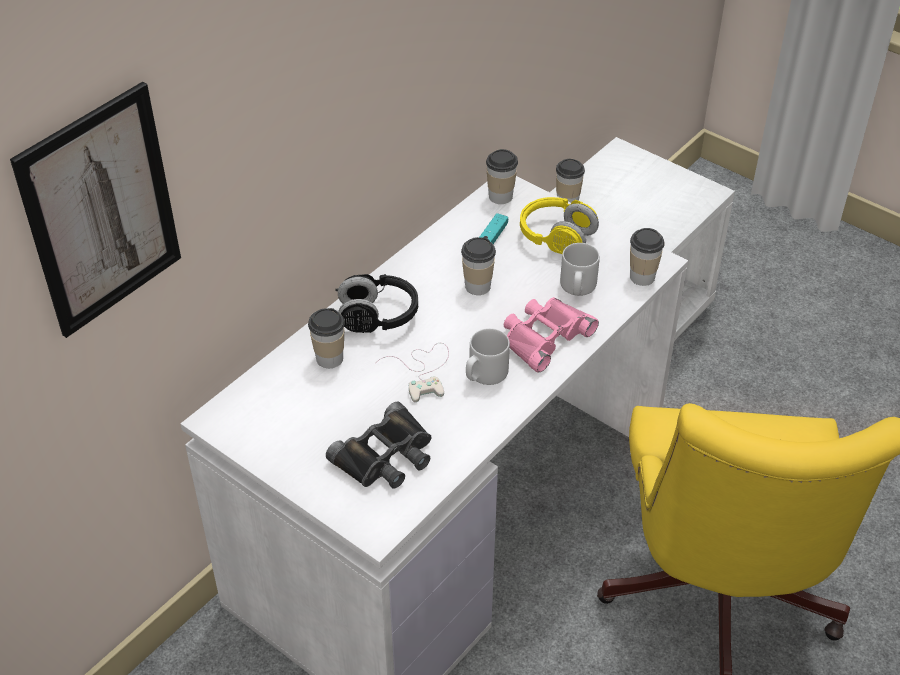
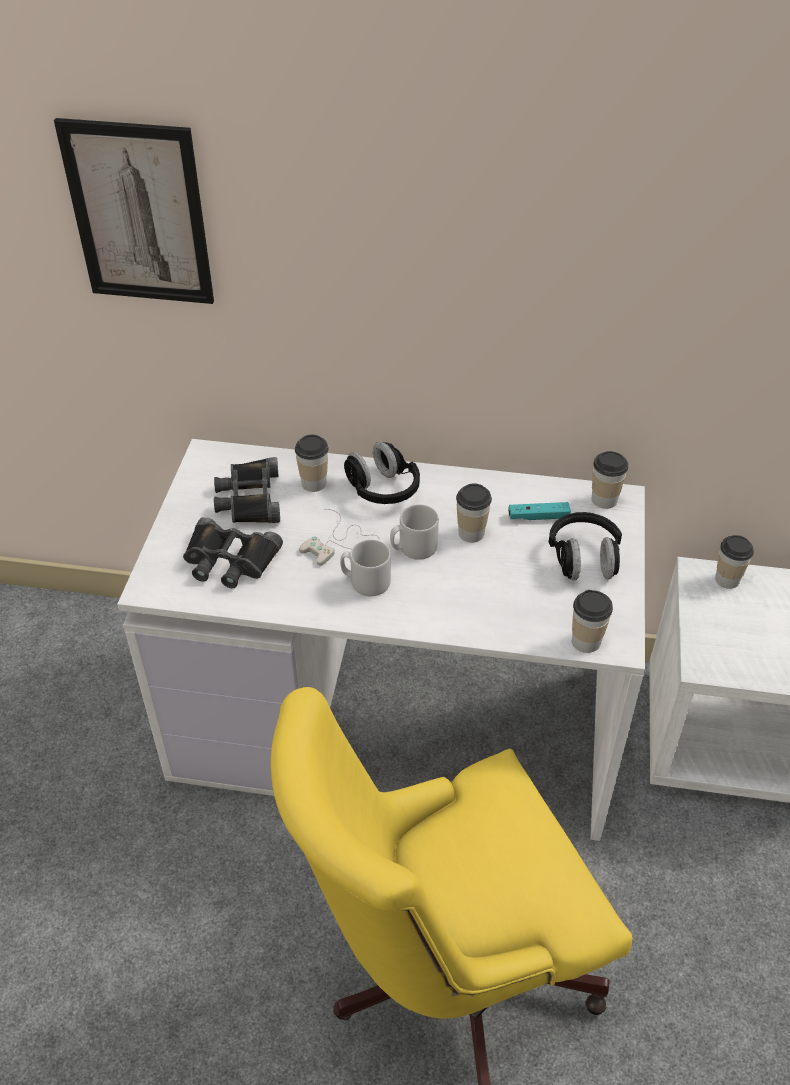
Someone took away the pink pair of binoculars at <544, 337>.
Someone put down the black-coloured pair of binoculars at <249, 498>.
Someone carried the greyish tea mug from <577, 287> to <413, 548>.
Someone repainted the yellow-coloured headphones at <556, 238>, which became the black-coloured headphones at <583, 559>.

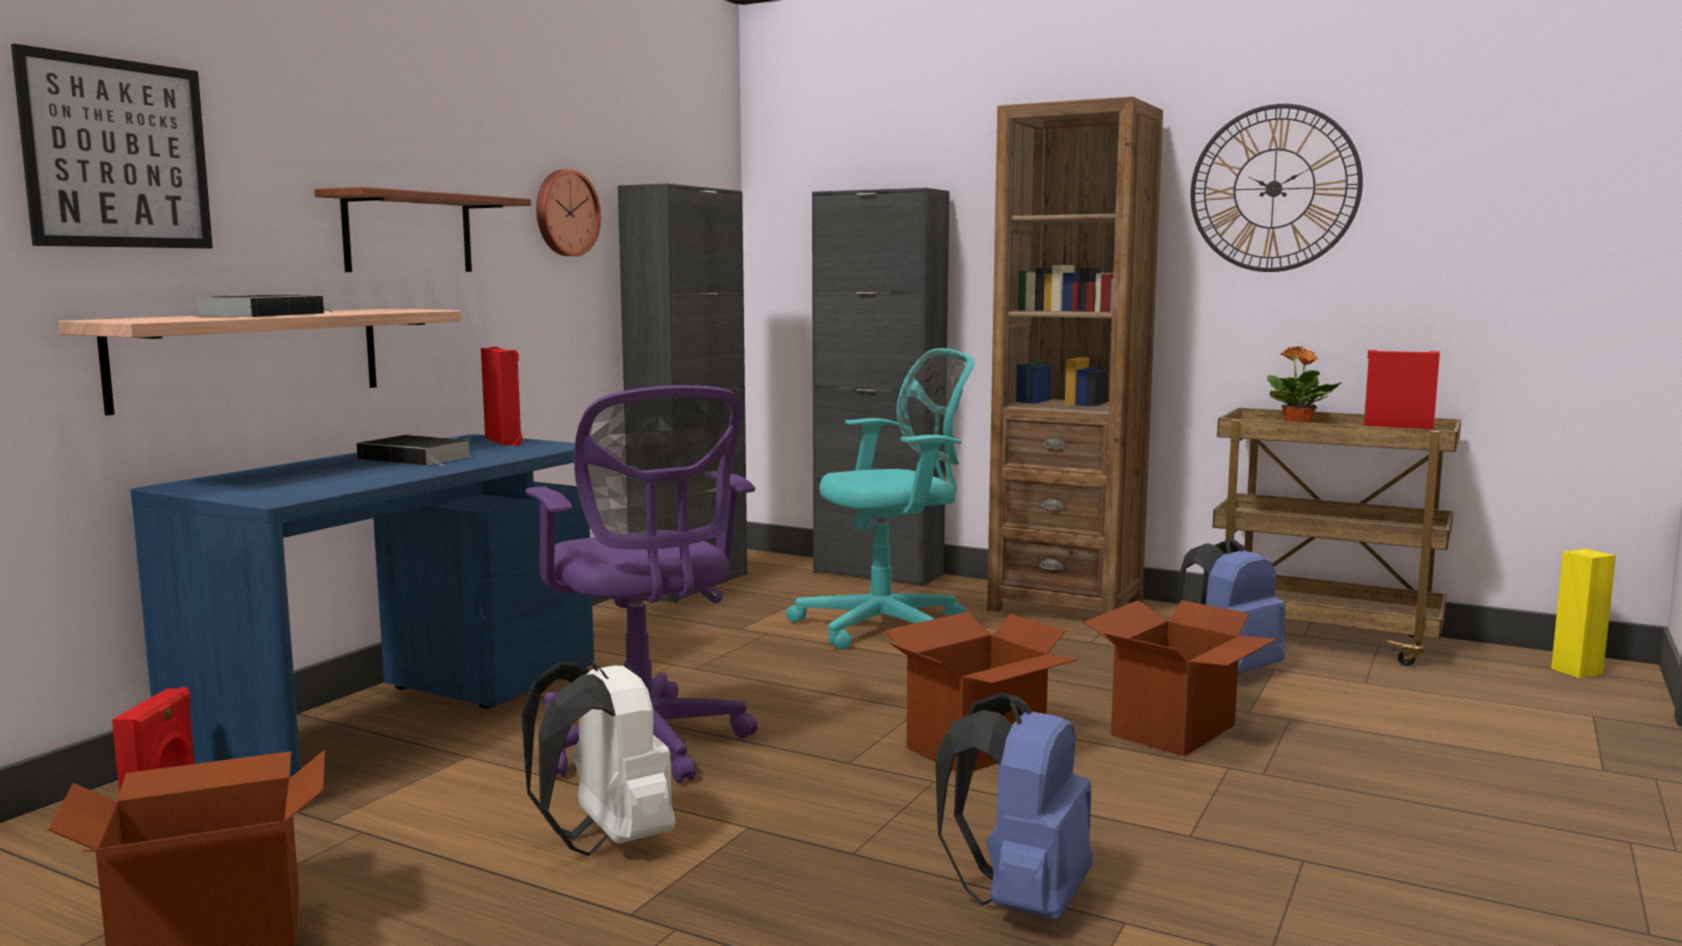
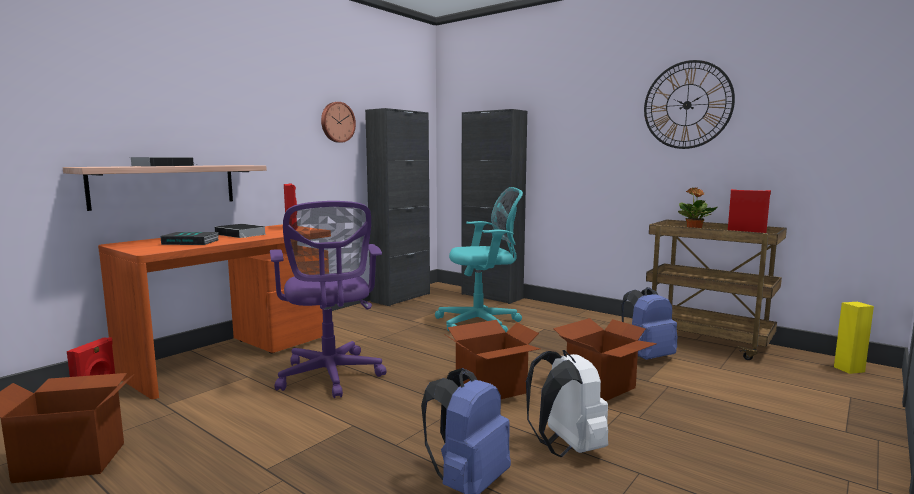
Someone took away the wall art at <117, 154>.
Someone took away the wall shelf at <408, 233>.
Someone took away the brownish bookcase at <1066, 605>.
Someone put down the volume at <191, 242>.
Someone carried the white-coloured knapsack from <607, 840> to <566, 448>.
Someone repainted the blue-coloured desk unit at <403, 716>, which became the orangey desk unit at <233, 354>.

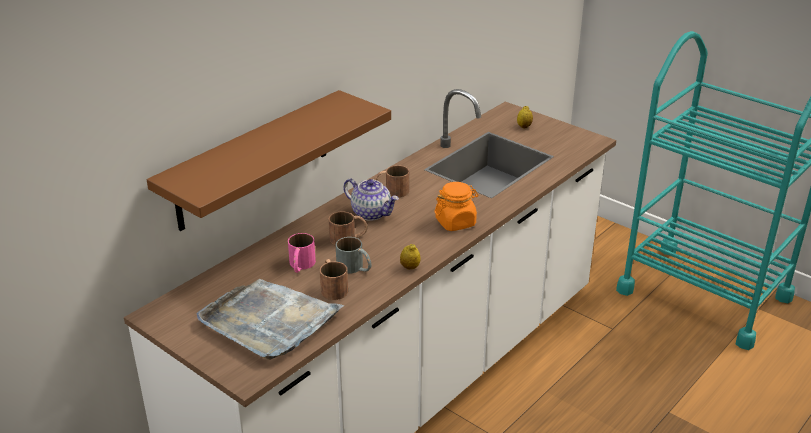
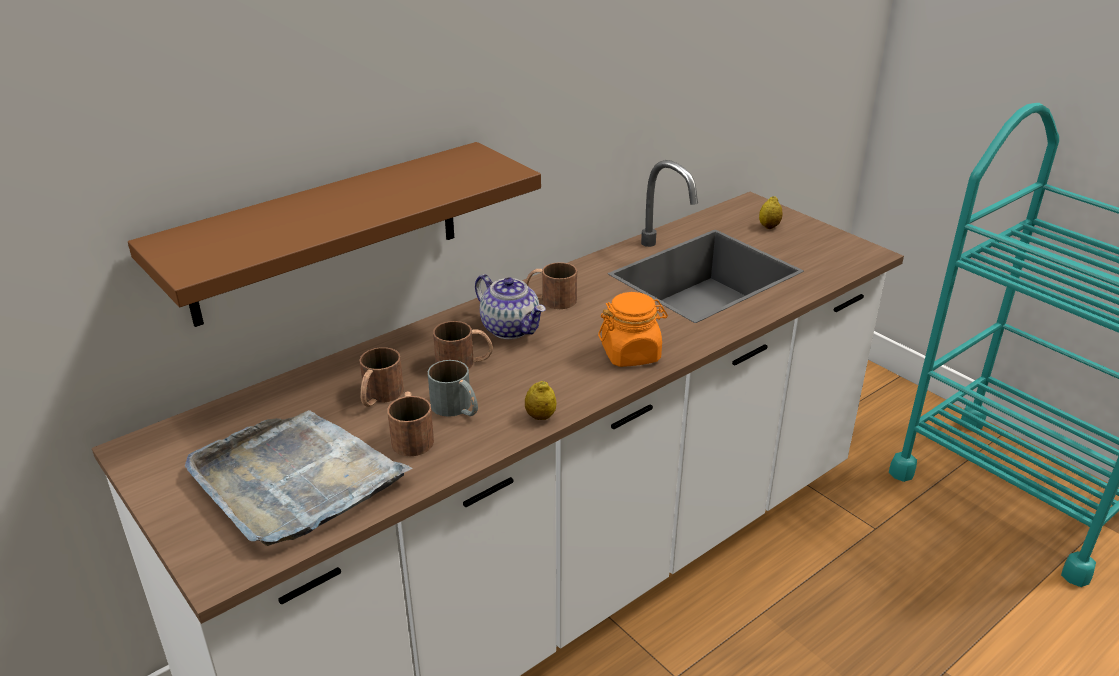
Someone repainted the pink tea mug at <300, 265>, which became the brownish tea mug at <378, 396>.

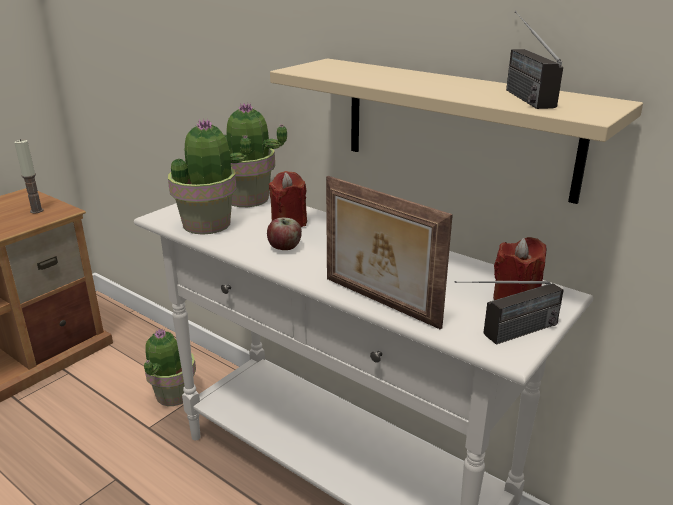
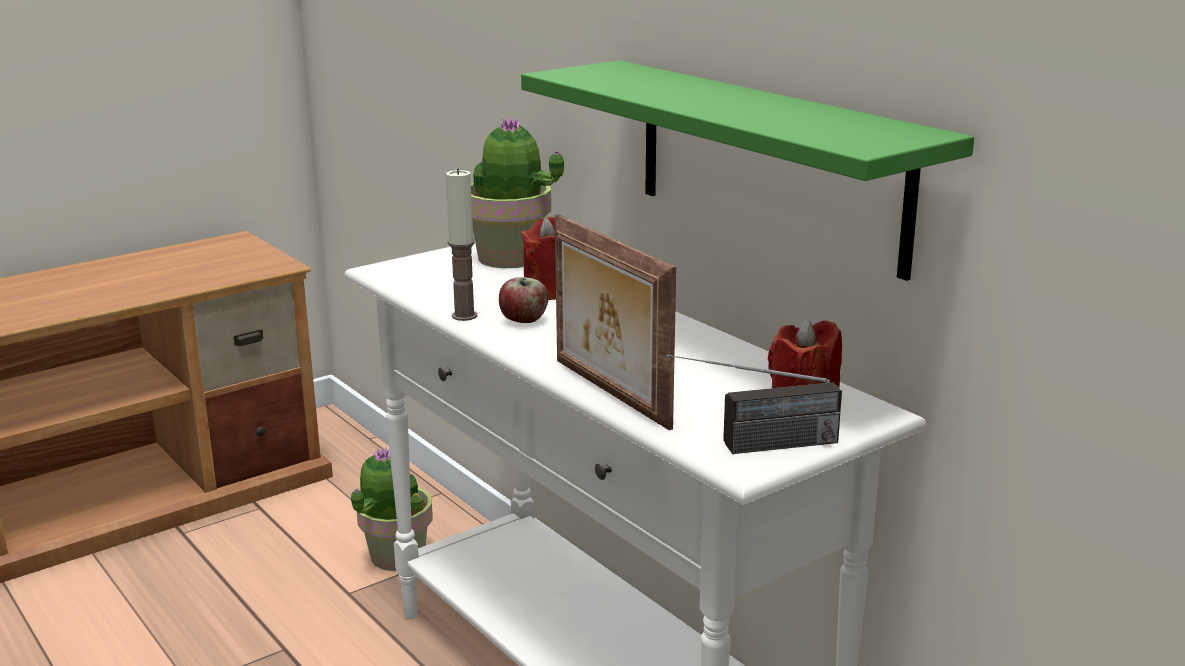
Someone took away the potted plant at <208, 224>.
Someone took away the radio set at <519, 94>.
Someone carried the candle from <36, 211> to <464, 316>.
Someone repainted the sand-coloured wall shelf at <457, 126>, which became the green-coloured wall shelf at <768, 163>.

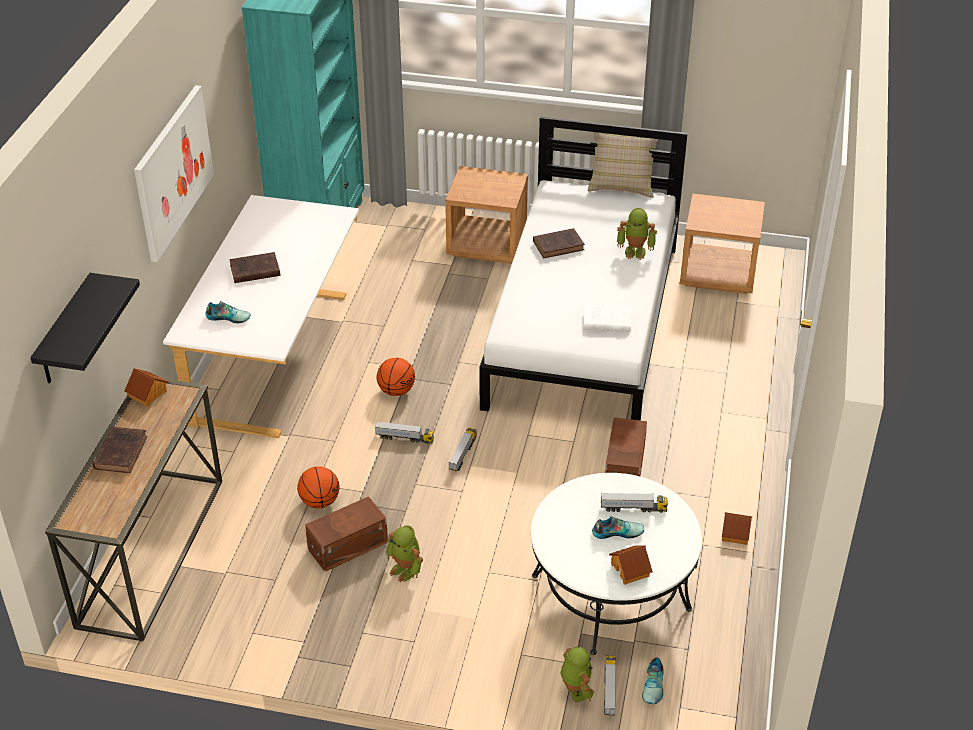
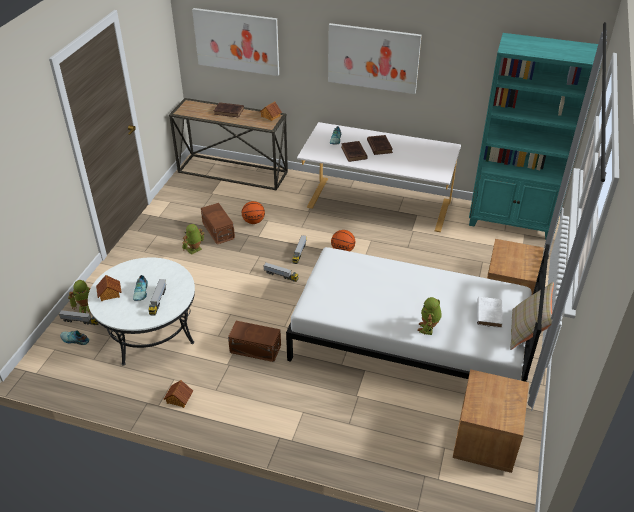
Someone carried the brownish volume from <559, 245> to <354, 153>.
Someone carried the white-coloured volume from <606, 321> to <489, 313>.
Someone swapped the black-coloured wall shelf at <65, 332> for the wall art at <237, 41>.

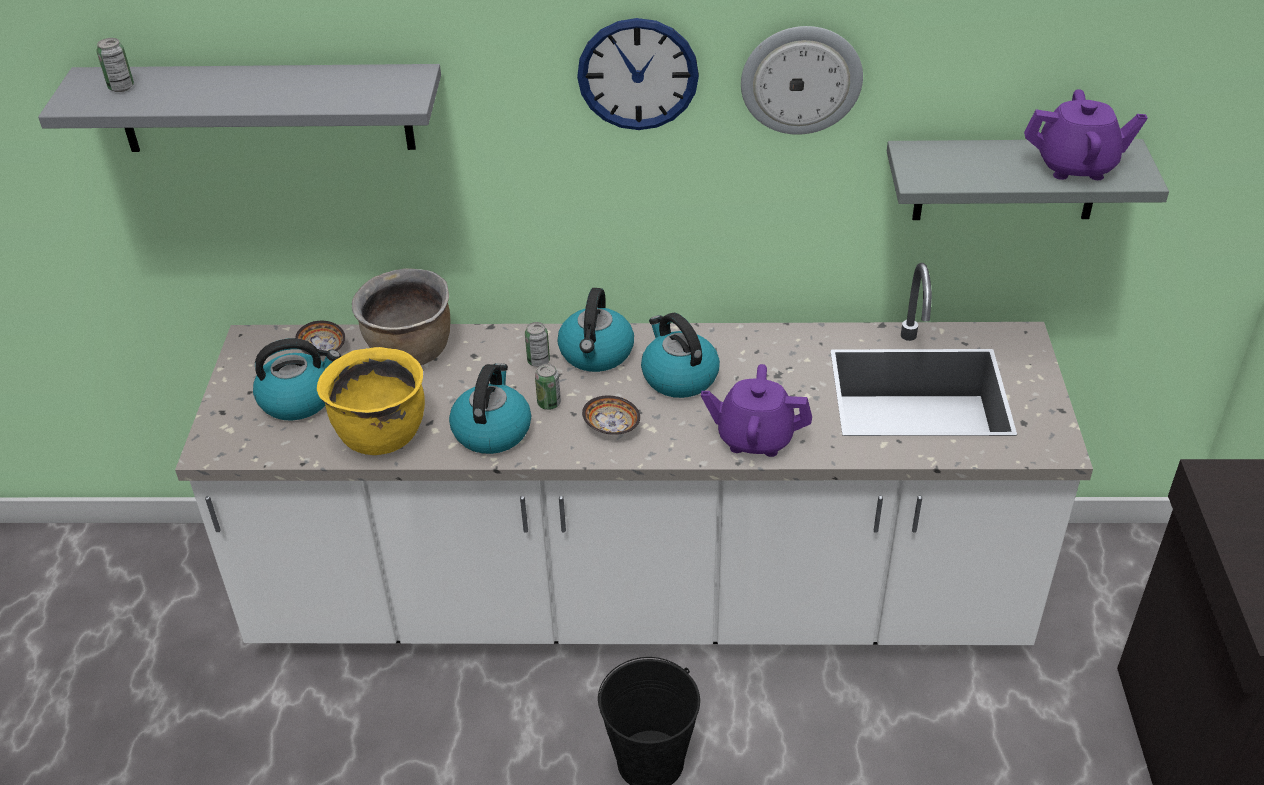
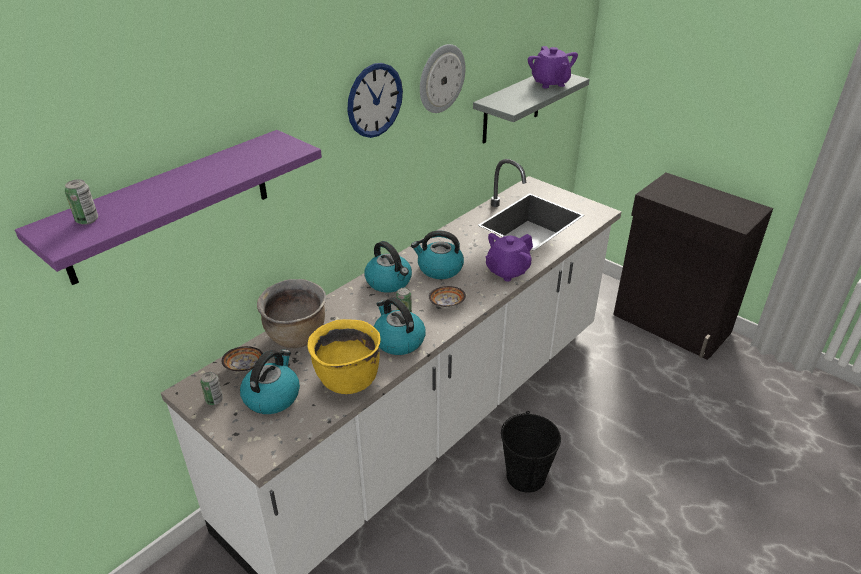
Someone carried the metal can from <538, 361> to <214, 400>.
Someone repainted the greyish wall shelf at <264, 108>, which became the purple-coloured wall shelf at <169, 205>.
Someone rotated the purple-coloured tea pot at <1076, 166> by 120 degrees clockwise.

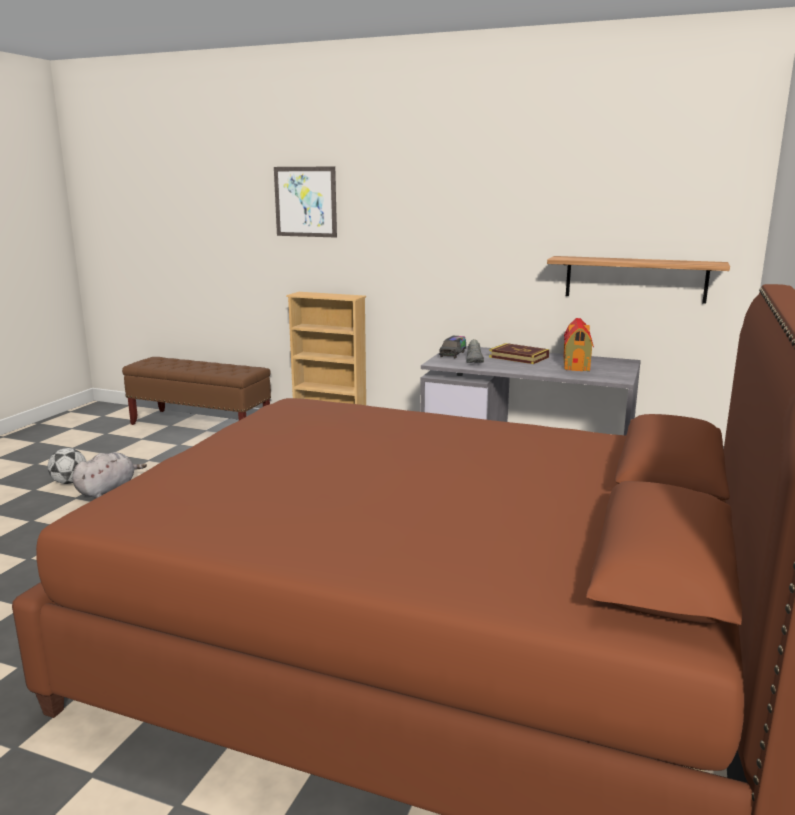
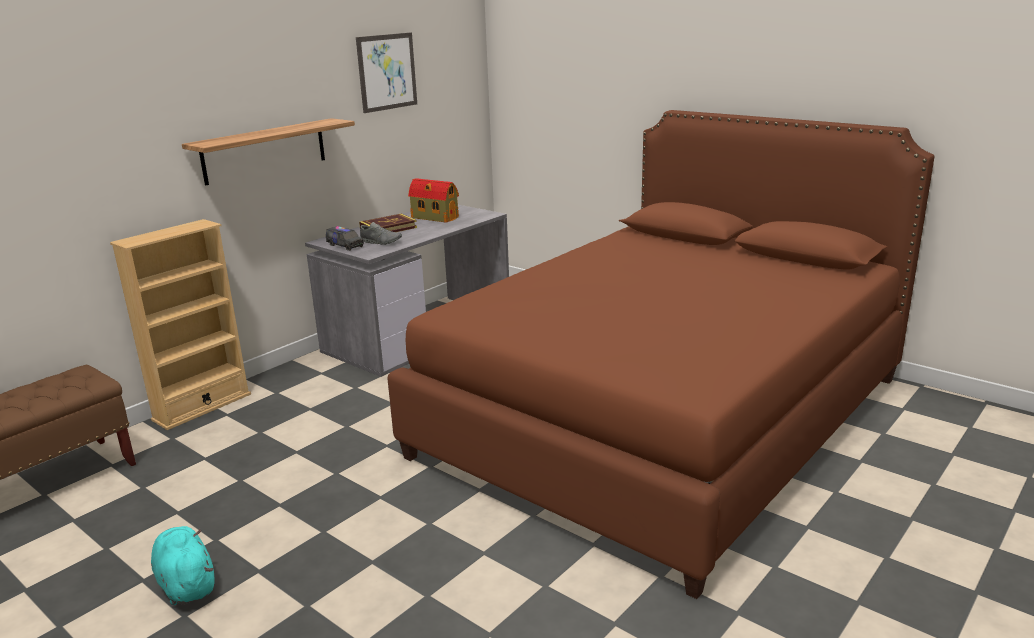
Someone took away the ball for football at <69, 482>.
Someone carried the wall art from <305, 202> to <387, 72>.
Someone carried the wall shelf from <635, 279> to <265, 151>.
Someone repainted the greyish soft toy at <108, 490>, which became the turquoise-coloured soft toy at <186, 584>.

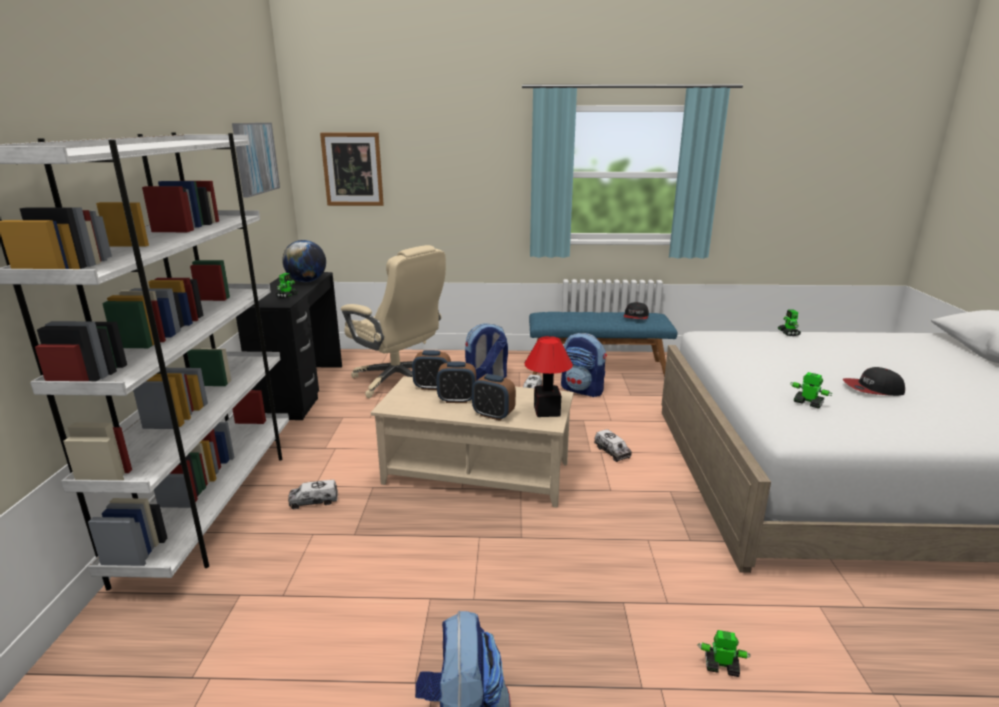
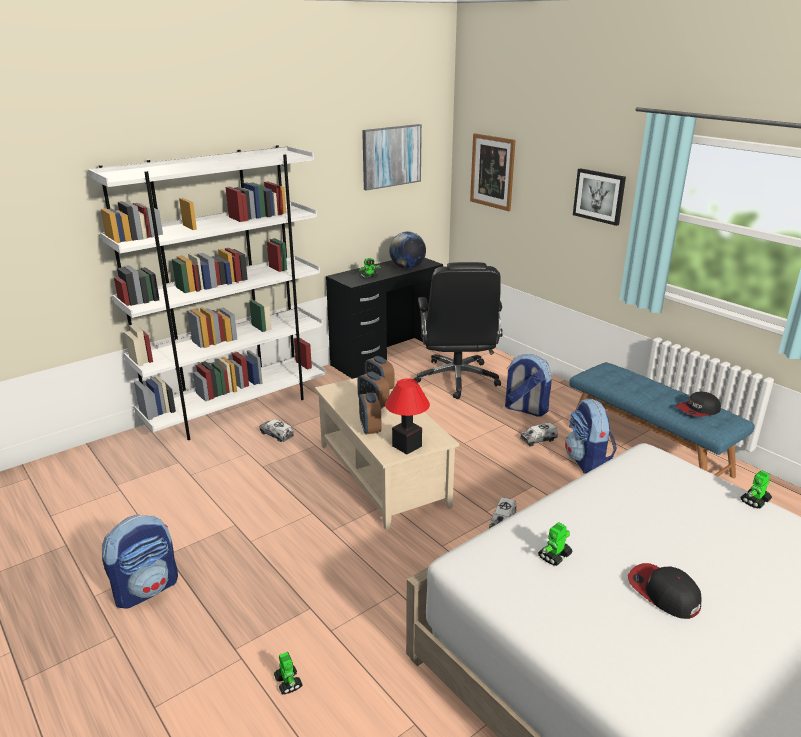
Someone put up the wall art at <599, 196>.
Someone repainted the sand-coloured computer chair at <398, 381>, which became the black-coloured computer chair at <457, 379>.
Someone rotated the robot figure at <807, 403> by 135 degrees counterclockwise.

